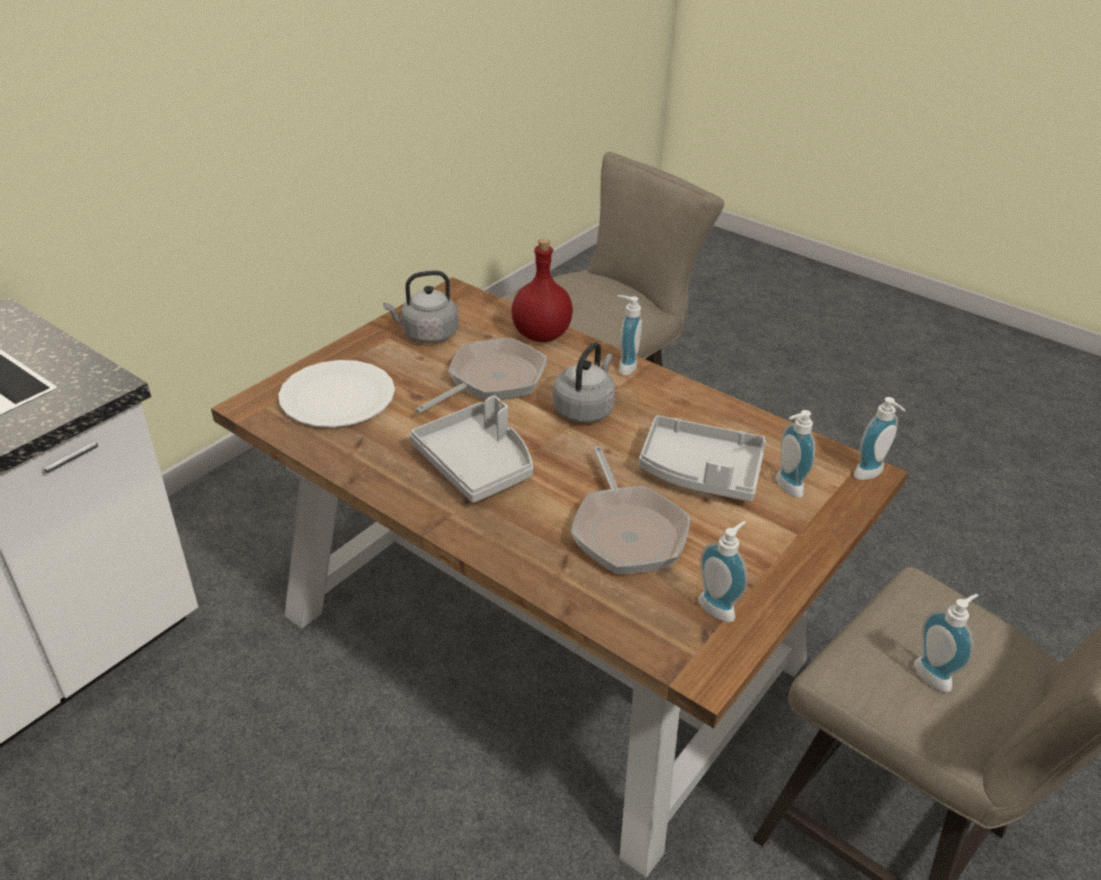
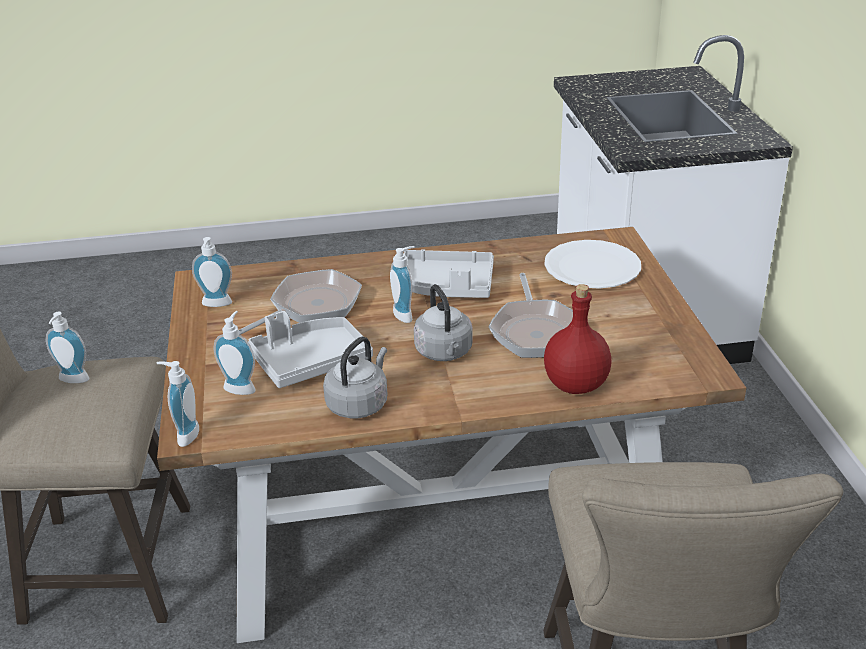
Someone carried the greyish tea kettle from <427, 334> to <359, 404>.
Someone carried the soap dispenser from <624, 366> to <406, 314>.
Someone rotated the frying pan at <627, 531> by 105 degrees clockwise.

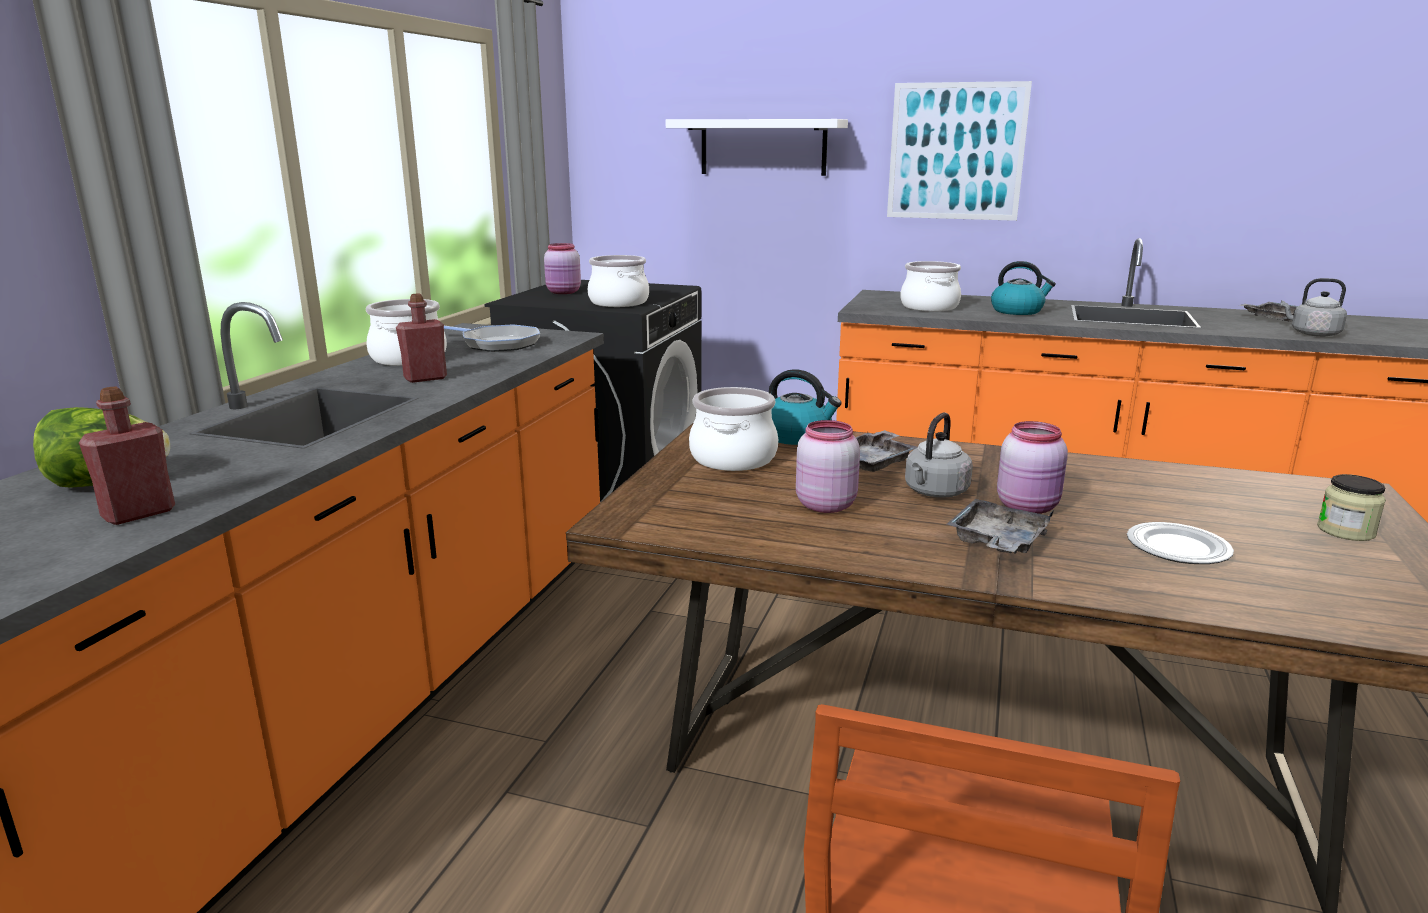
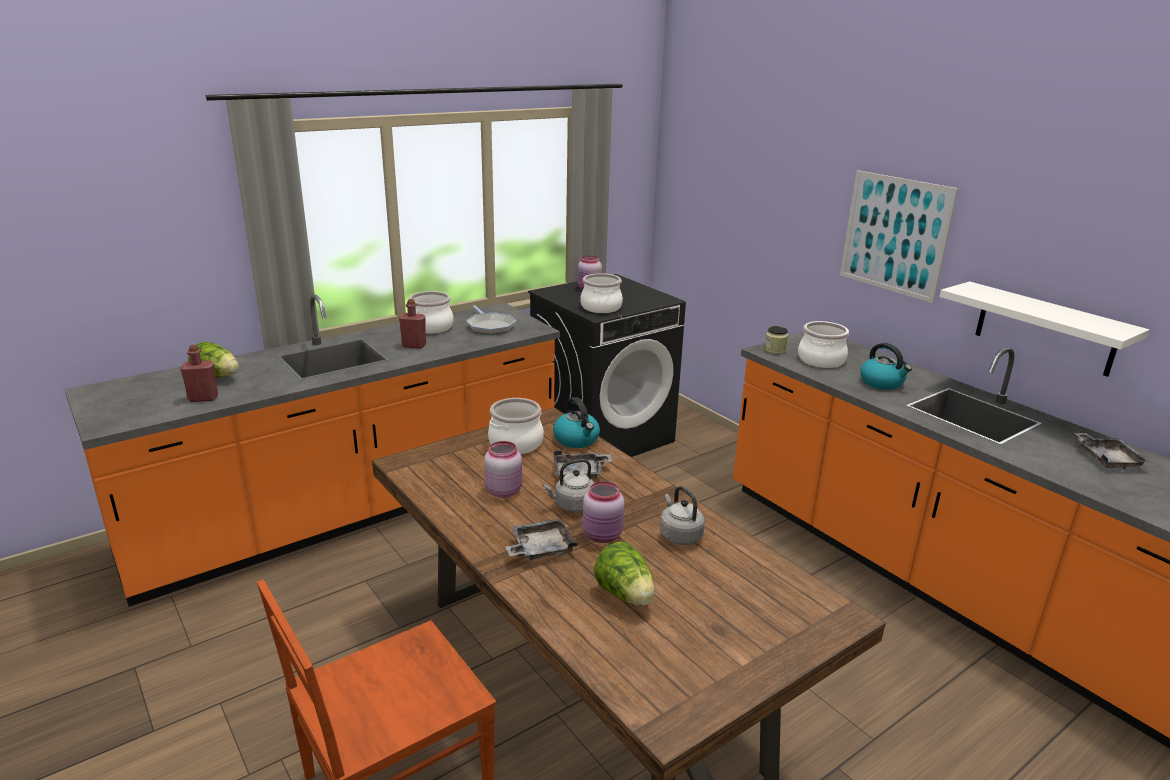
Someone carried the white-coloured wall shelf from <763, 147> to <1045, 329>.
Someone carried the greyish tea kettle from <1312, 334> to <679, 535>.
Someone carried the jar from <1346, 531> to <775, 350>.
Someone swapped the plate at <1177, 548> for the lettuce head at <625, 595>.

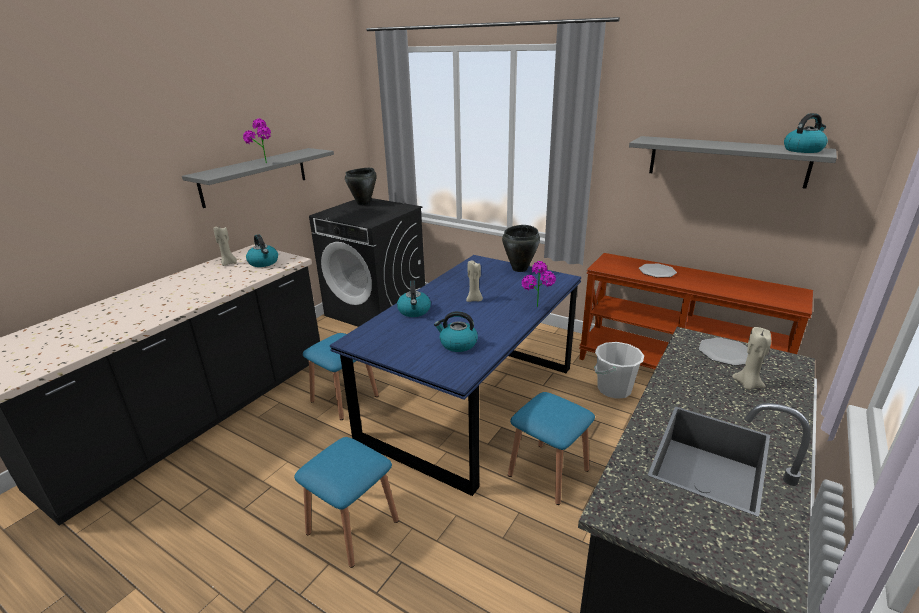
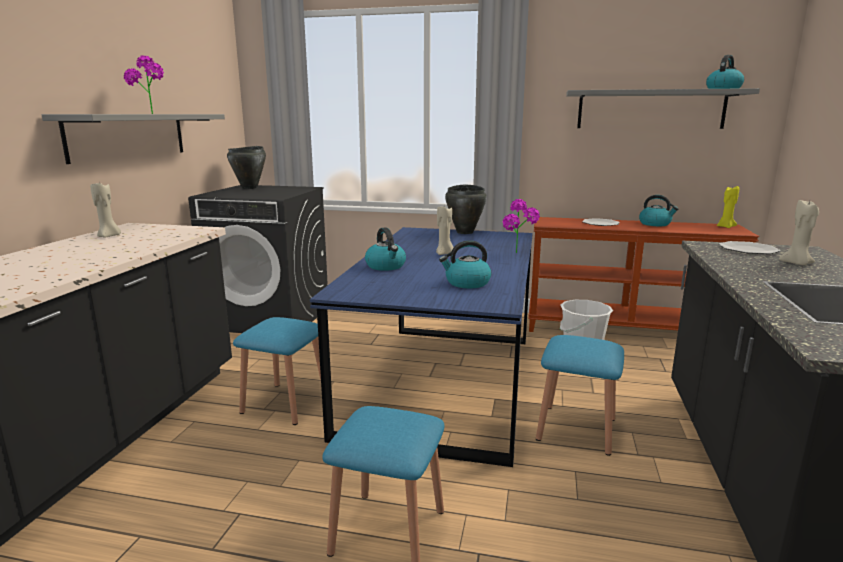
Someone put down the yellow-coloured candle at <725, 226>.
Someone carried the tea kettle from <264, 263> to <655, 224>.

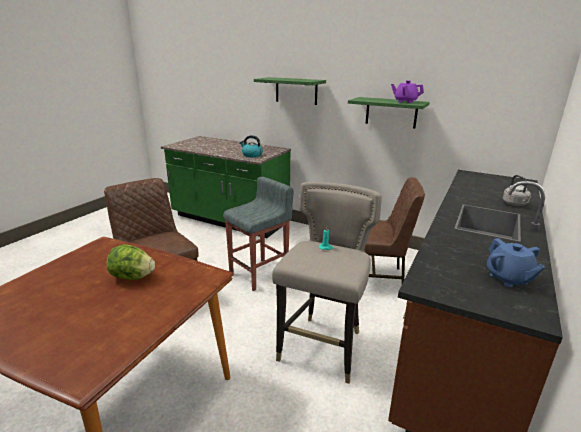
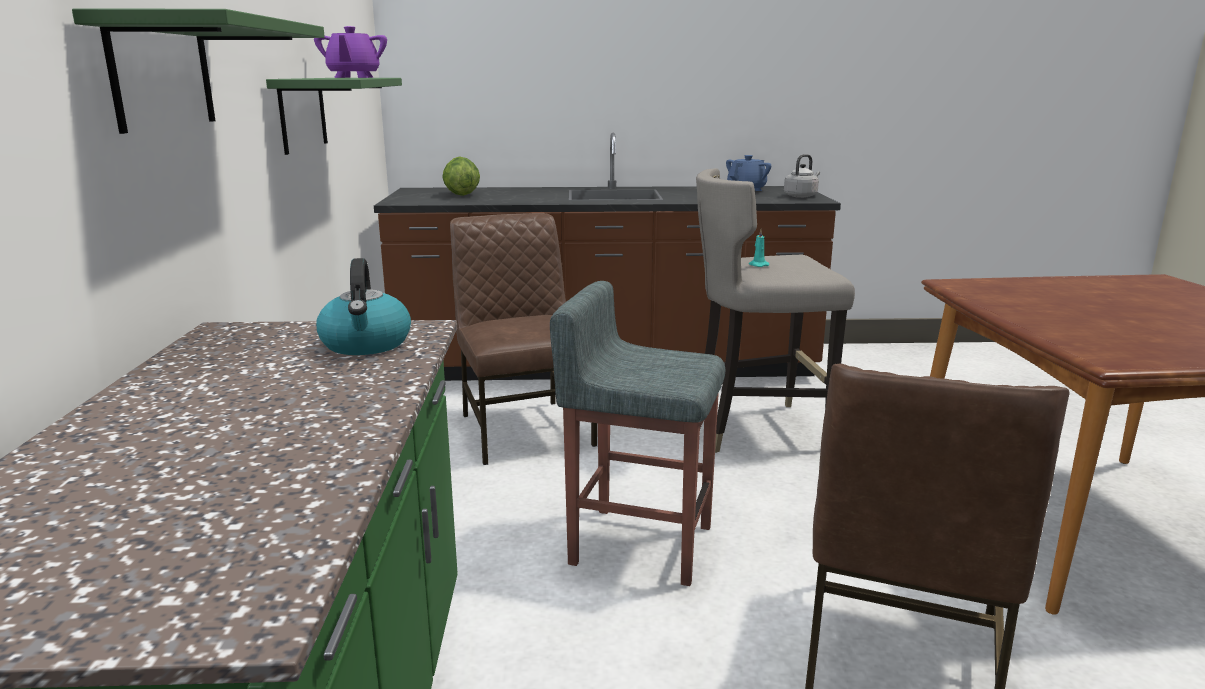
Someone carried the lettuce head from <132, 277> to <460, 195>.
Someone carried the greyish tea kettle from <515, 204> to <801, 196>.

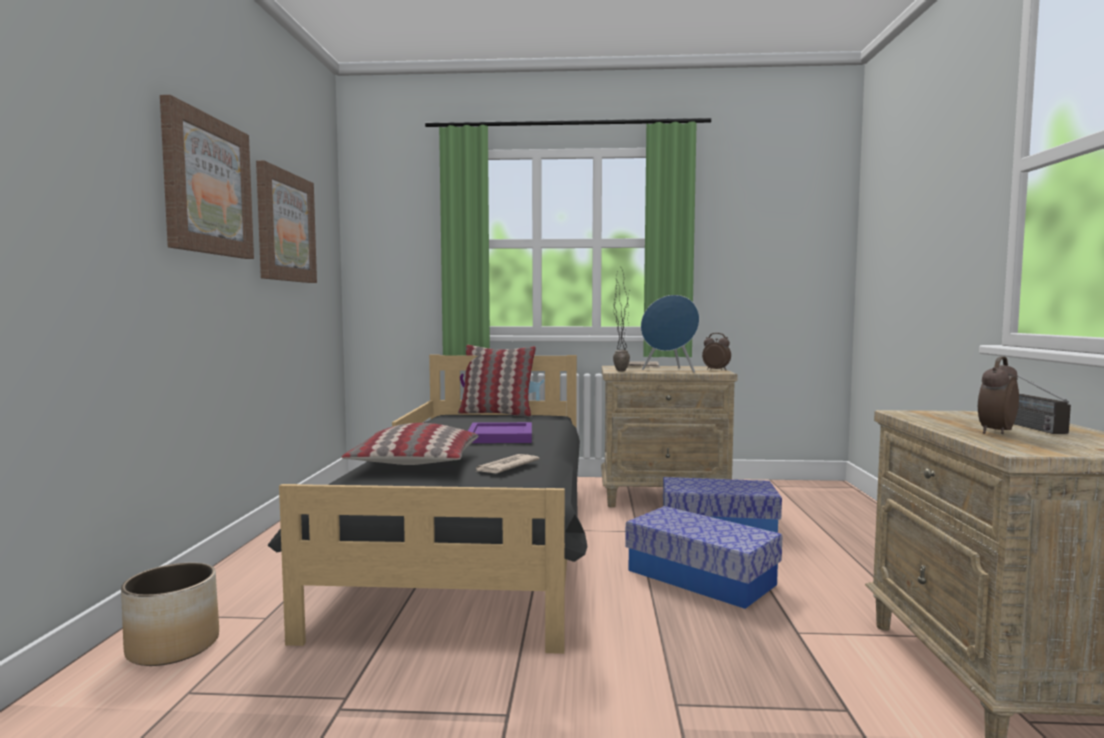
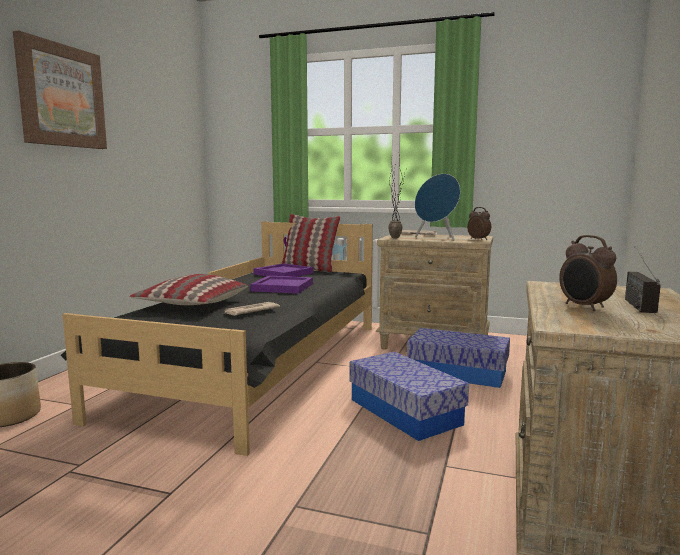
Someone took away the wall art at <285, 227>.
Someone put down the purple-coloured serving tray at <283, 274>.
Someone rotated the table clock at <995, 432> by 90 degrees counterclockwise.

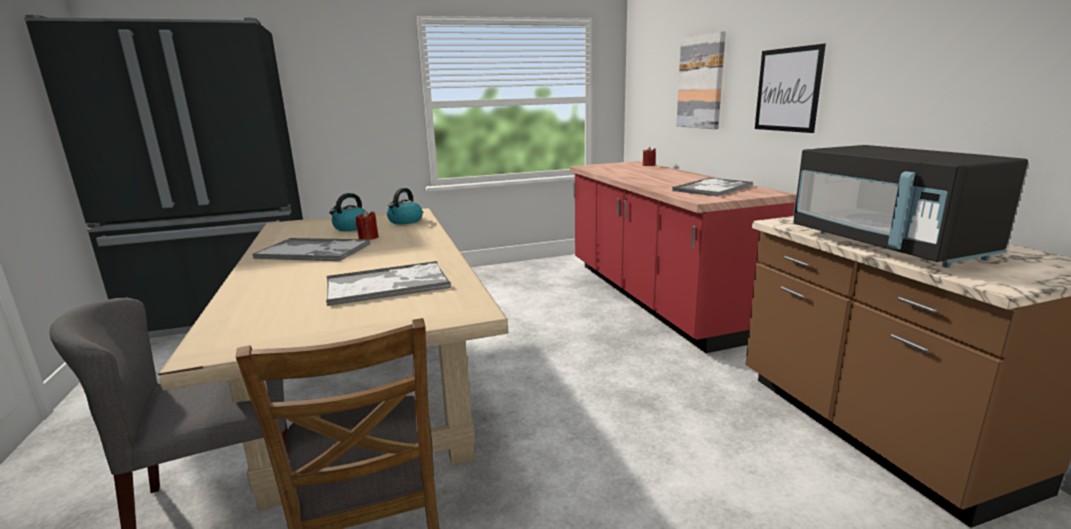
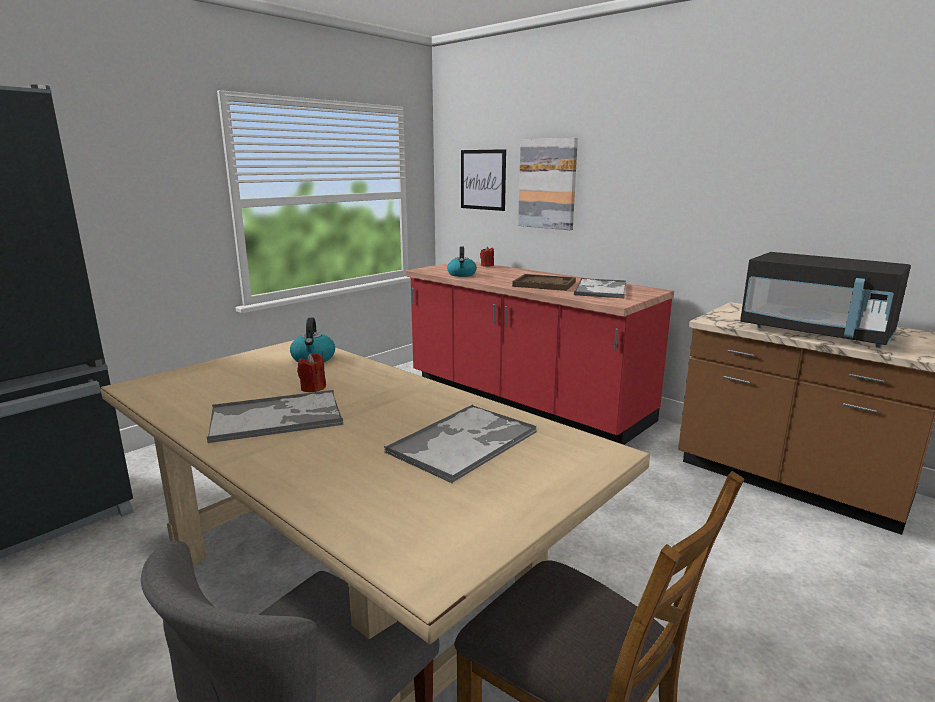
Someone put down the brownish serving tray at <544, 284>.
Someone carried the tea kettle from <351, 228> to <462, 274>.
Someone carried the wall art from <788, 90> to <483, 180>.

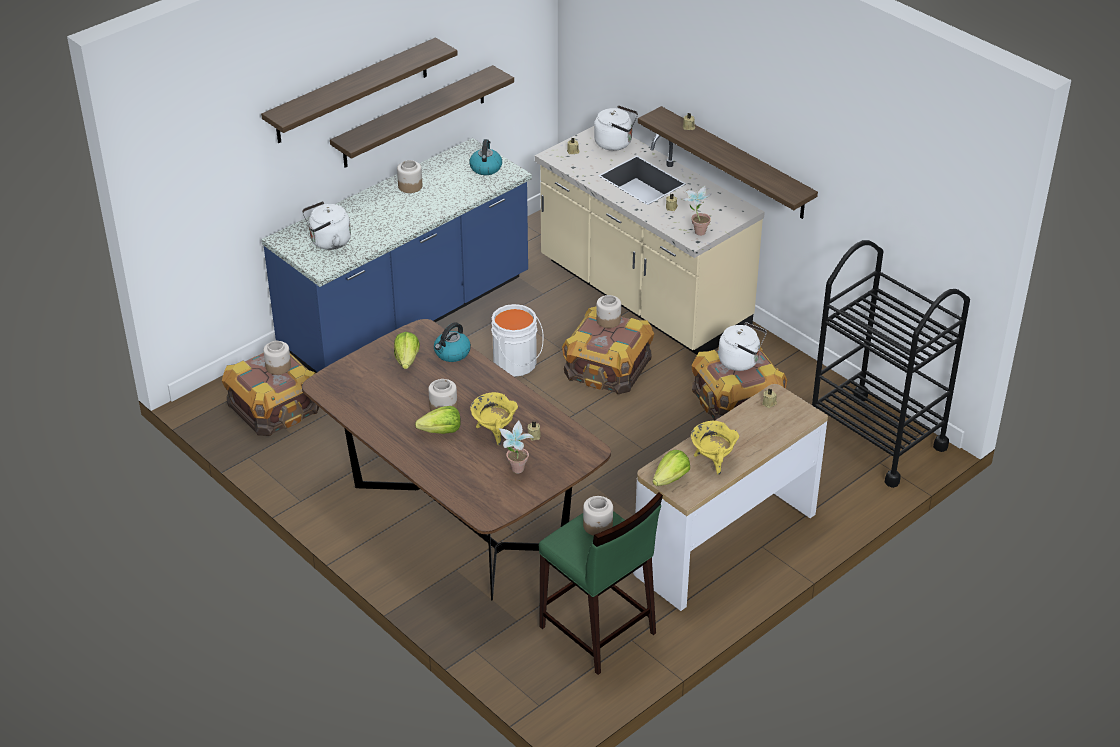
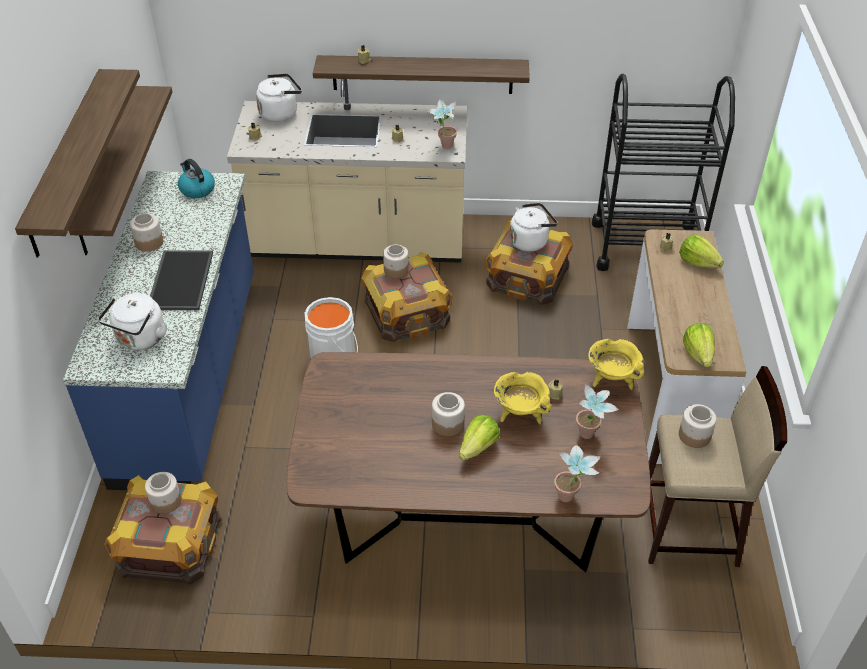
Someone took away the tea kettle at <452, 353>.
Someone put down the serving tray at <179, 280>.
Someone put down the potted plant at <571, 497>.
Someone carried the lettuce head from <407, 360> to <698, 262>.
Someone carried the yellow-coloured saucepot from <712, 461> to <611, 380>.
Someone repainted the green-coloured stool at <597, 631>, which became the sand-coloured stool at <689, 530>.

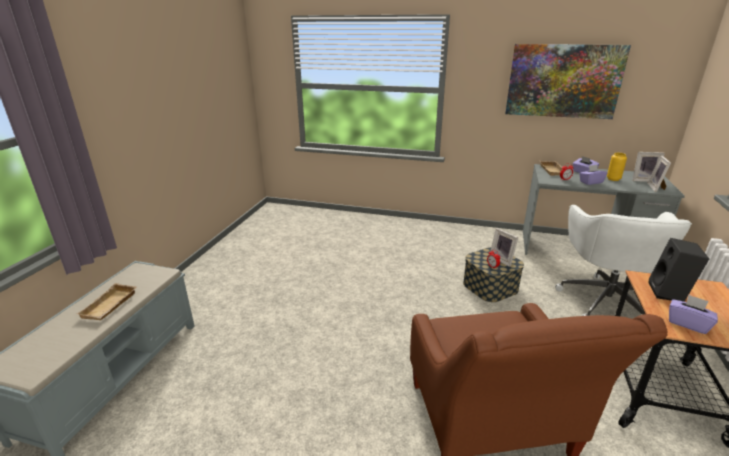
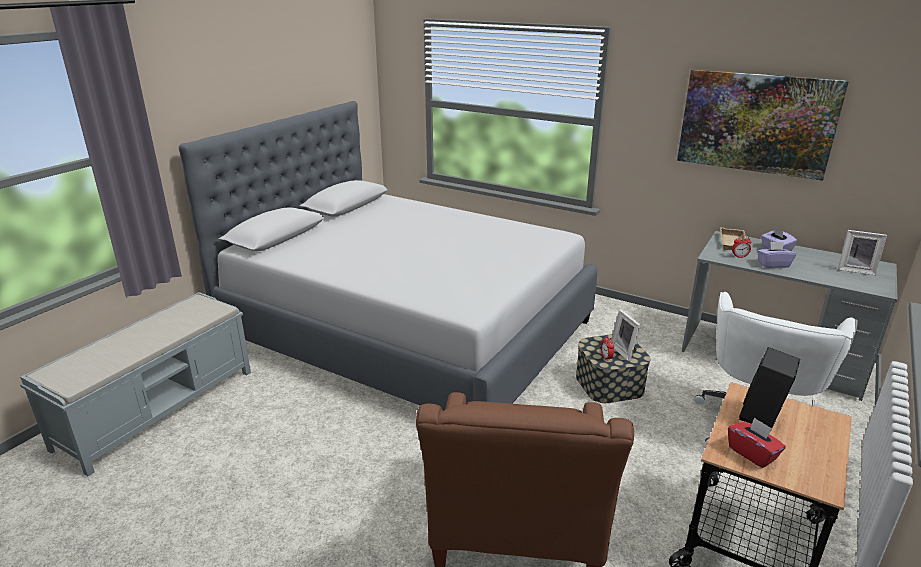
Someone took away the sand-coloured serving tray at <110, 306>.
Someone took away the yellow-coloured flower vase at <613, 179>.
Someone took away the photo frame at <656, 188>.
Someone put down the greyish bed at <408, 330>.
Someone repainted the purple-coloured tissue box at <687, 323>, which became the red tissue box at <752, 453>.

